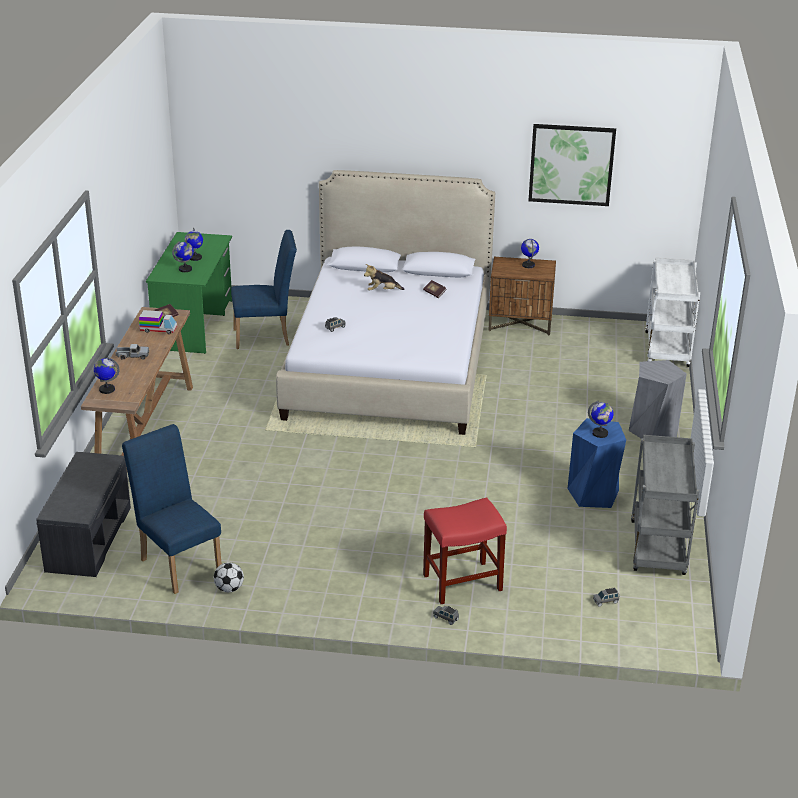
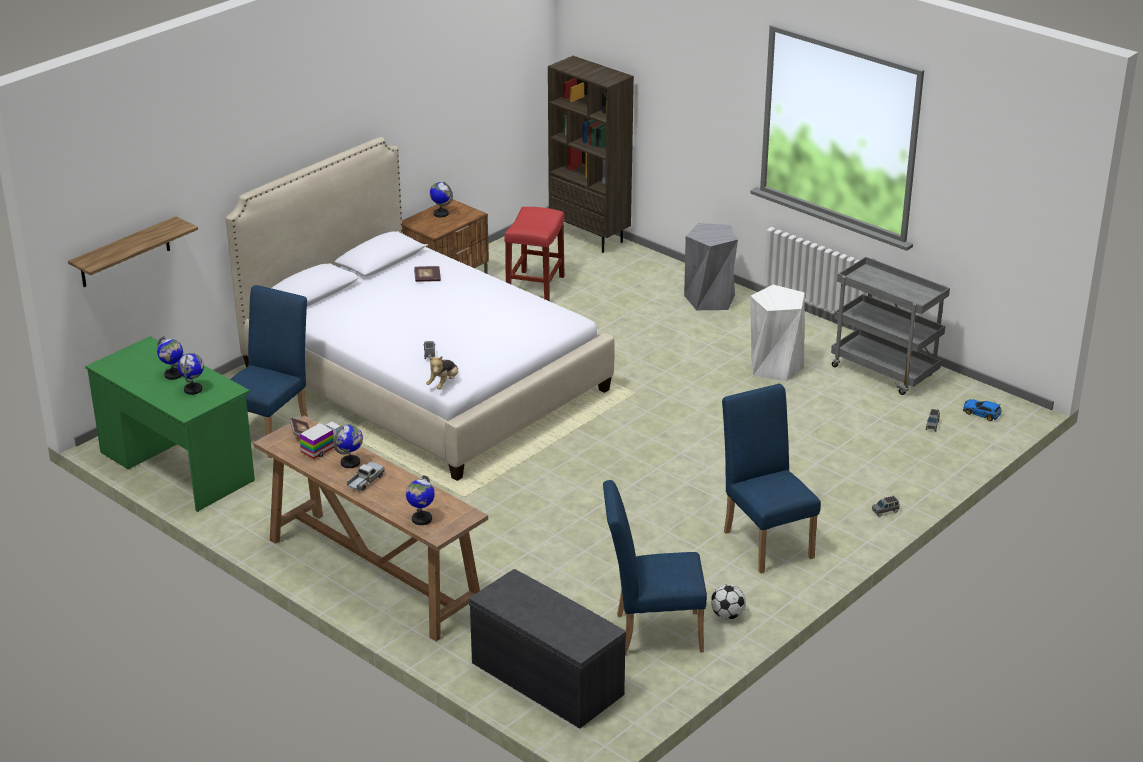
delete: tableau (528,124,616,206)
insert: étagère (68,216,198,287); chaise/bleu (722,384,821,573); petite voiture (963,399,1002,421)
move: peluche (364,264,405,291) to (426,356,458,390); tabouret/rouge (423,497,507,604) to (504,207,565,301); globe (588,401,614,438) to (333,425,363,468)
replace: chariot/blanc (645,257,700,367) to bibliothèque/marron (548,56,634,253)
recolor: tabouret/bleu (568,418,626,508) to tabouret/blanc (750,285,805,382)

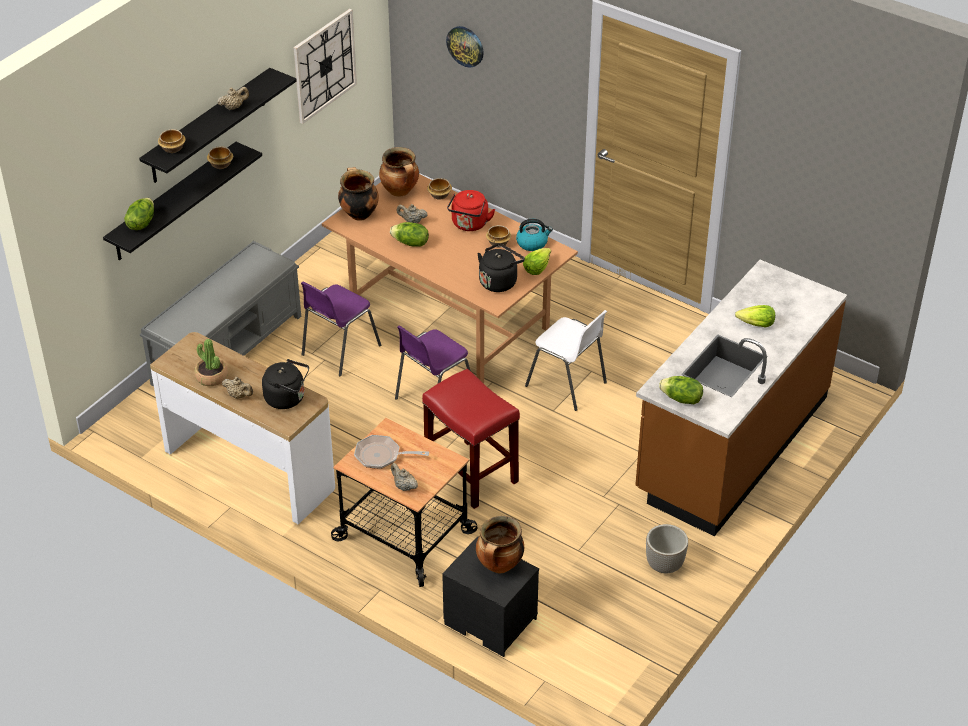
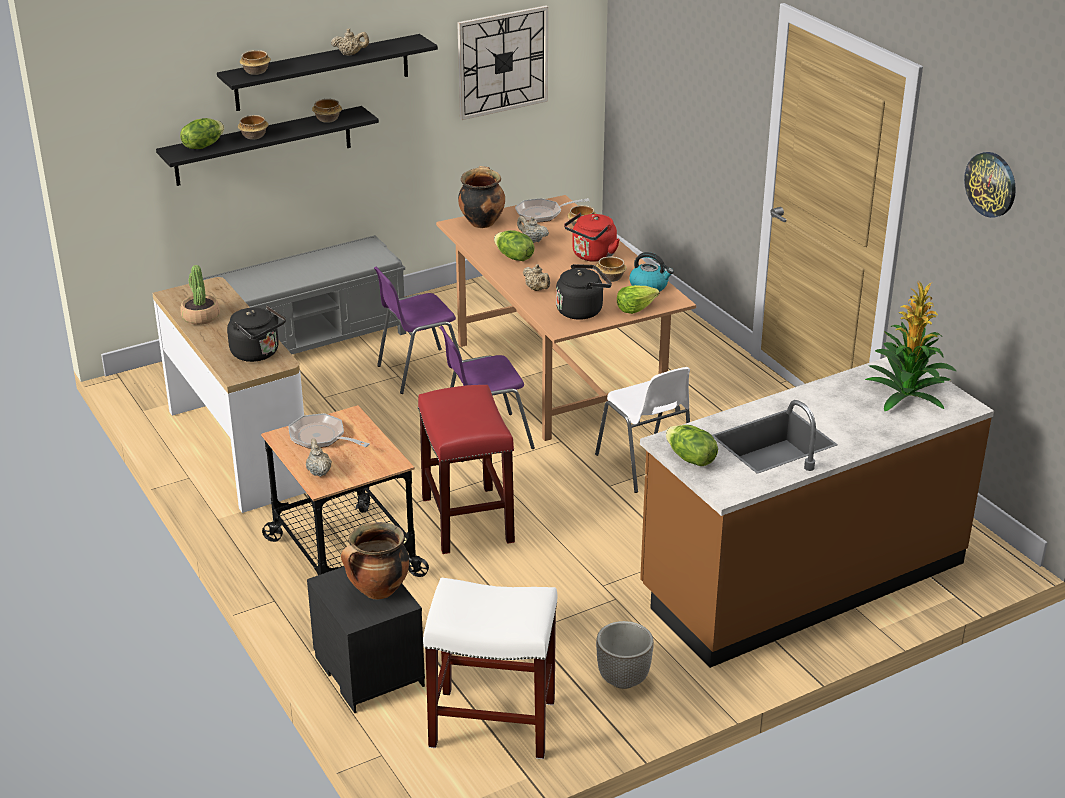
delete: laitue (735,305,775,327)
insert: bol (238,115,268,140); tabouret/blanc (423,577,557,759); plante en pot (865,280,956,411)
move: théière/beige (222,377,253,399) to (523,264,550,291); horloge murale (446,26,484,68) to (964,152,1016,218)
replace: marmite (379,147,419,197) to poêle (515,198,590,223)

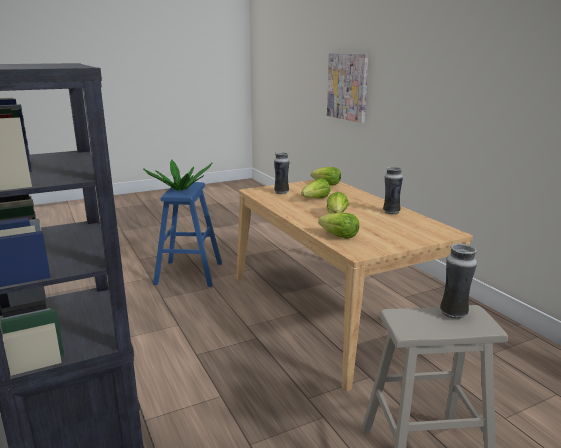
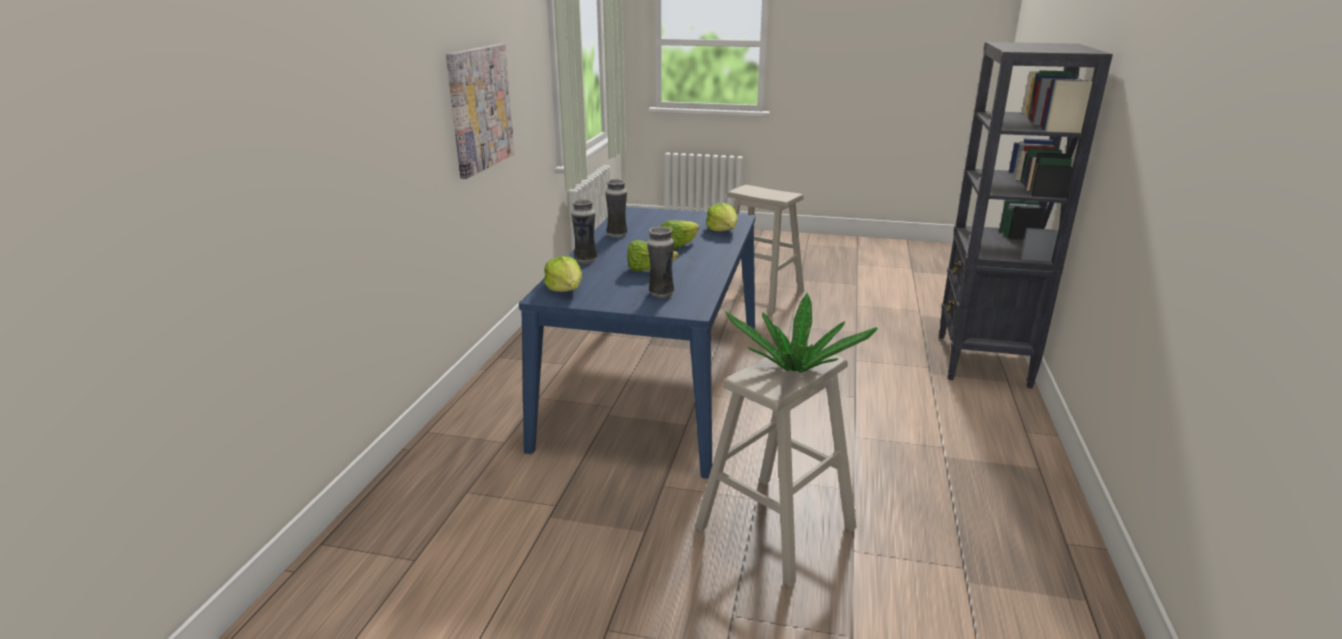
move: tableau (327,53,369,123) to (446,44,515,179); vase (440,243,477,319) to (571,199,597,264)
recolor: tabouret/bleu (153,182,222,287) to tabouret/beige (695,343,857,587); table à manger/beige (236,179,473,391) to table à manger/bleu (519,207,755,479)

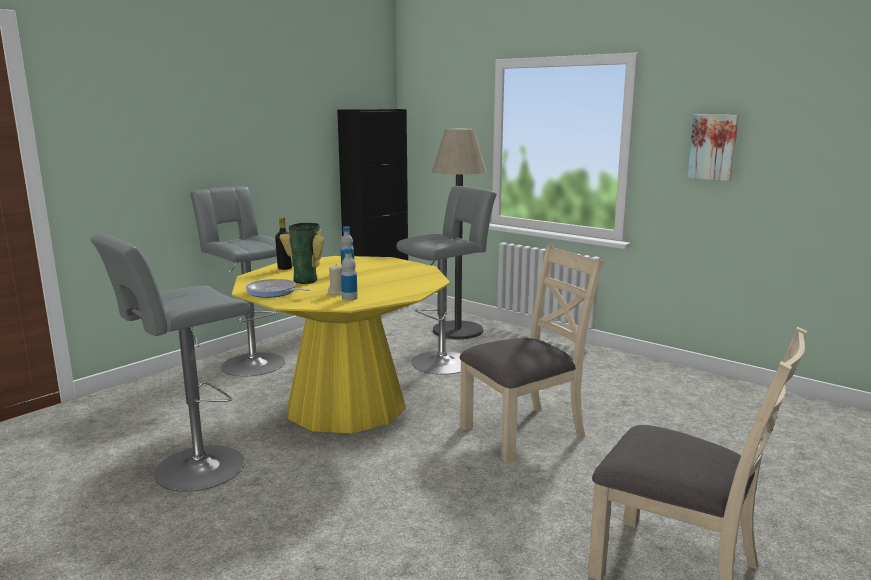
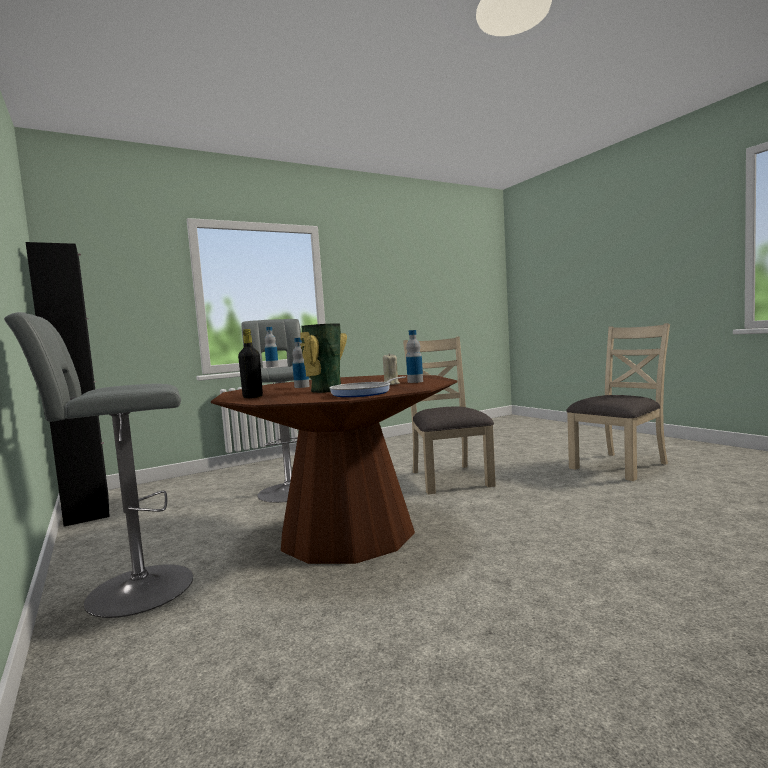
delete: tabouret/gris (90,233,250,492); lampadaire (432,129,487,339); tableau (687,115,739,181)
insert: bouteille (265,327,279,367)
recolor: table à manger/jaune (232,256,450,433) to table à manger/marron (211,375,457,564)

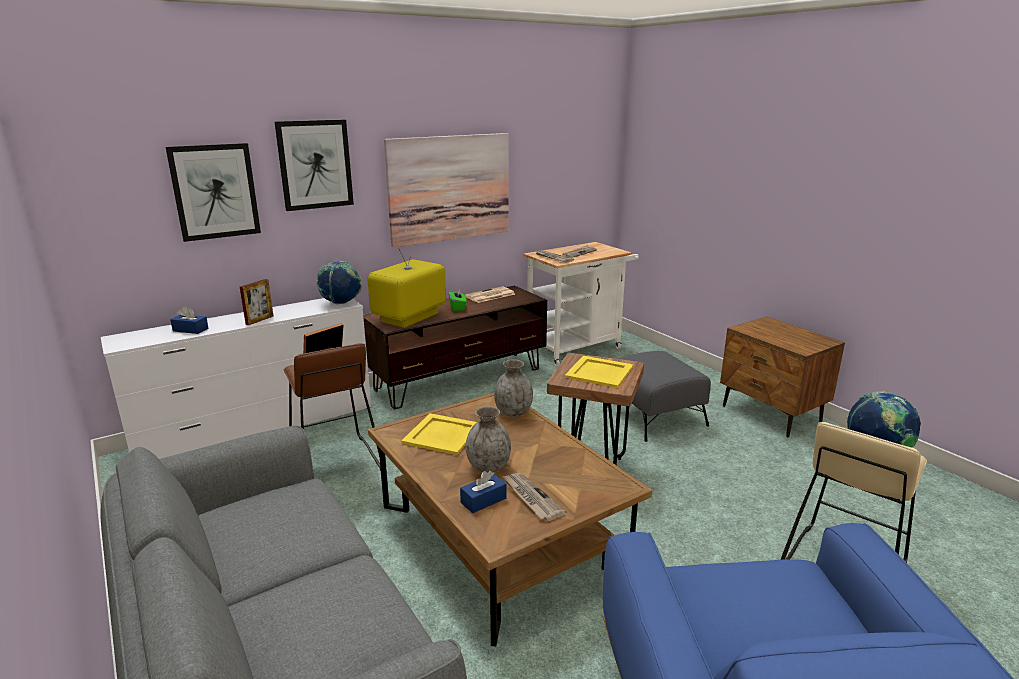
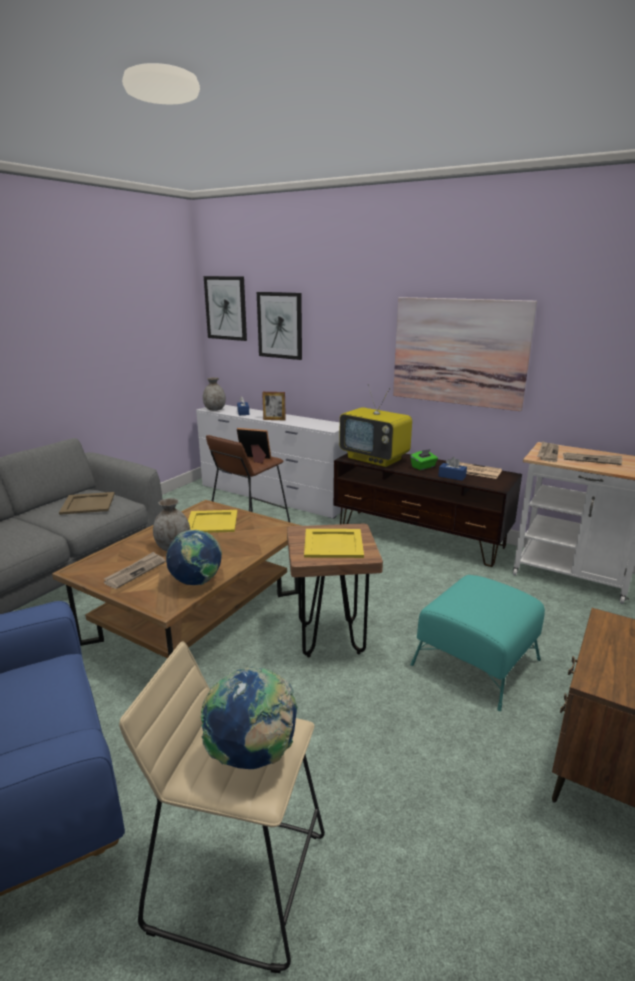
insert: plateau/beige (59,492,115,515)
move: tableau (275,120,354,211) to (204,276,247,341); globe (316,261,362,304) to (166,530,222,585); boîte à mouchoirs/bleu (460,471,507,513) to (438,457,467,481); vase/gris (494,359,533,417) to (203,377,226,411)
recolor: pouf/gris (607,351,711,442) to pouf/turquoise (411,575,545,711)
rotate: téléviseur (367,235,446,328) = (339,384,412,467) 150 degrees counterclockwise

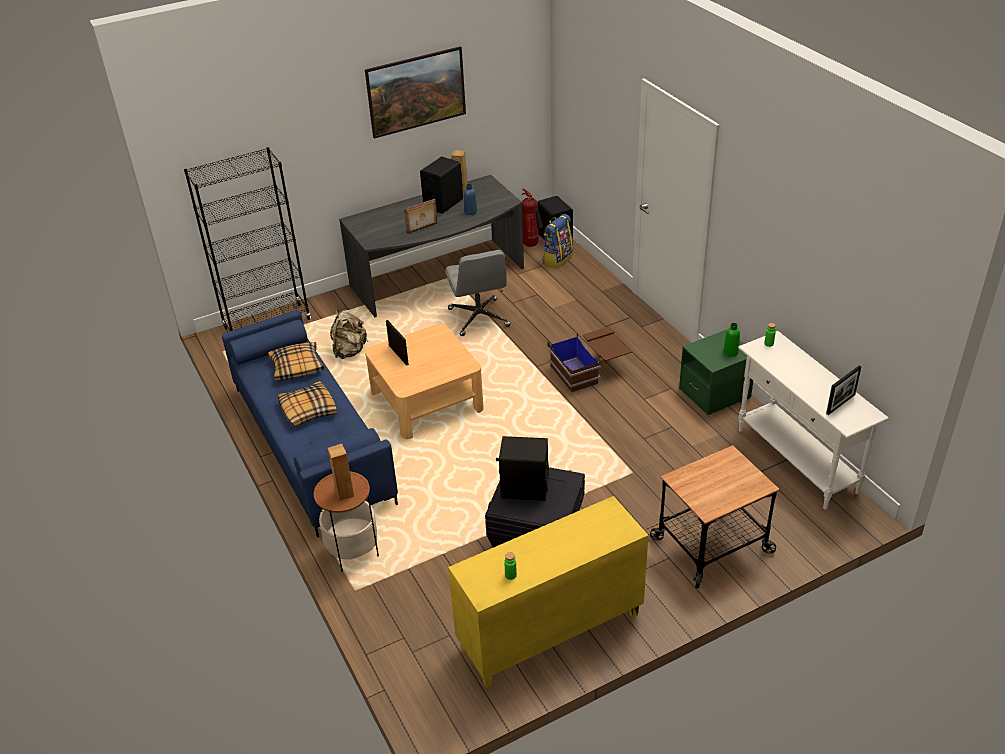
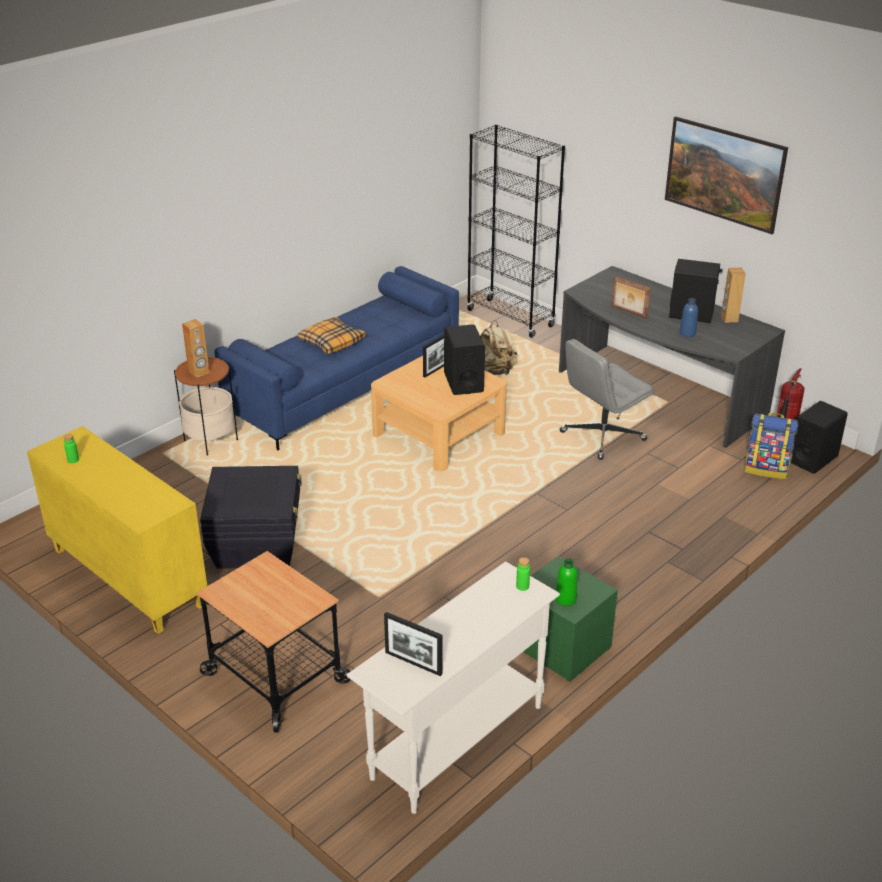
delete: coussin (268,342,324,381); boîte de rangement/marron (547,327,632,393)
move: enceinte/noir (496,436,549,501) to (444,324,485,395)

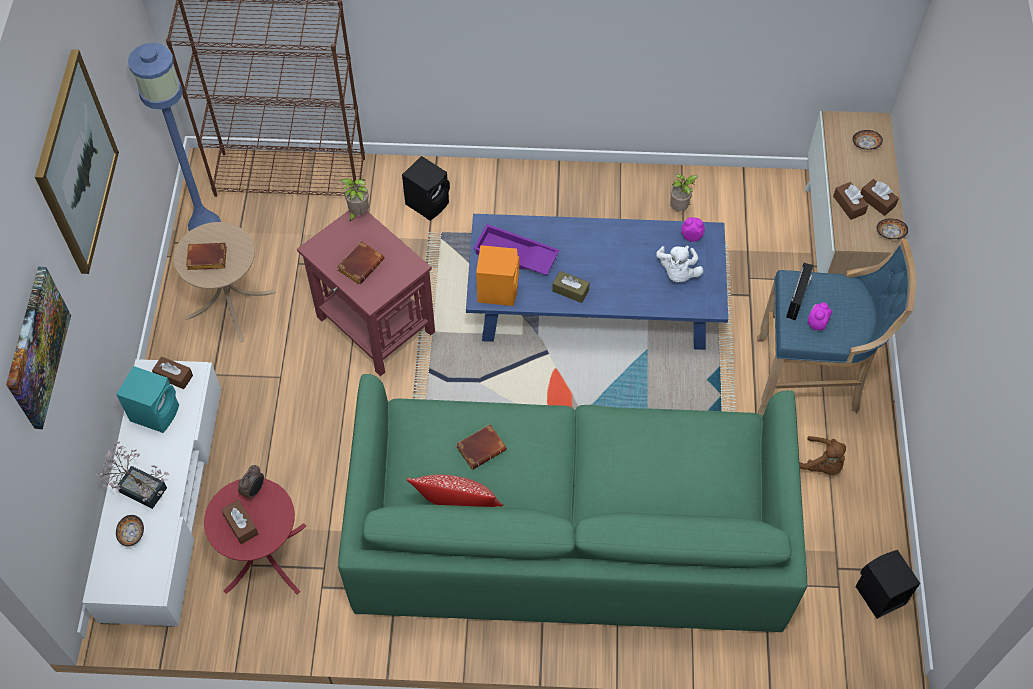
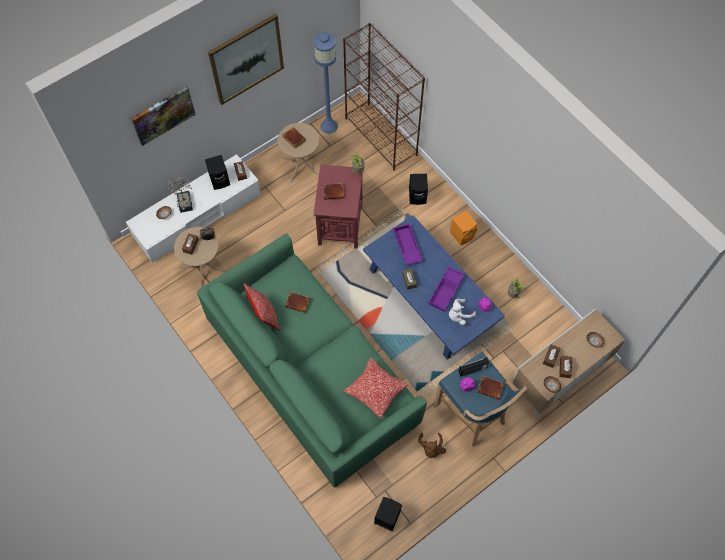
insert: coussin (344,358,408,418); plateau/violet (429,266,465,311); livre/marron (477,376,504,400)
move: enceinte/orange (476,245,520,306) to (450,211,477,246)
recolor: enceinte/turquoise (116,366,179,433) to enceinte/noir (205,155,230,190); table d'appoint/rouge (204,479,306,594) to table d'appoint/beige (174,227,229,289)

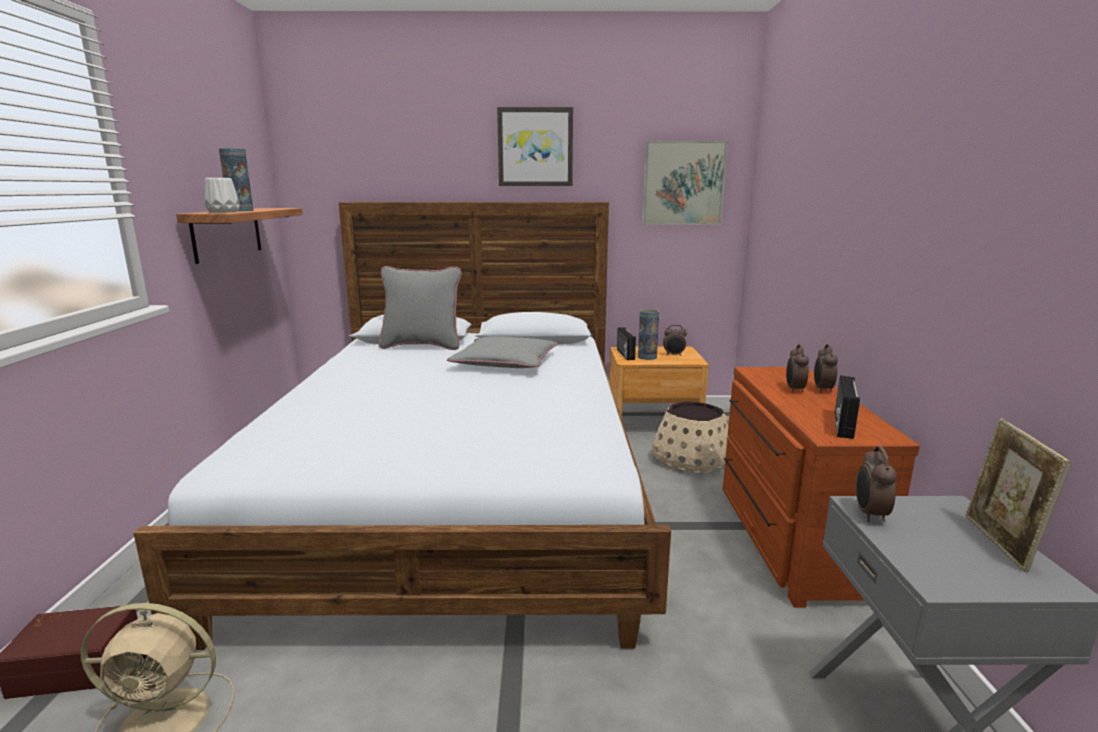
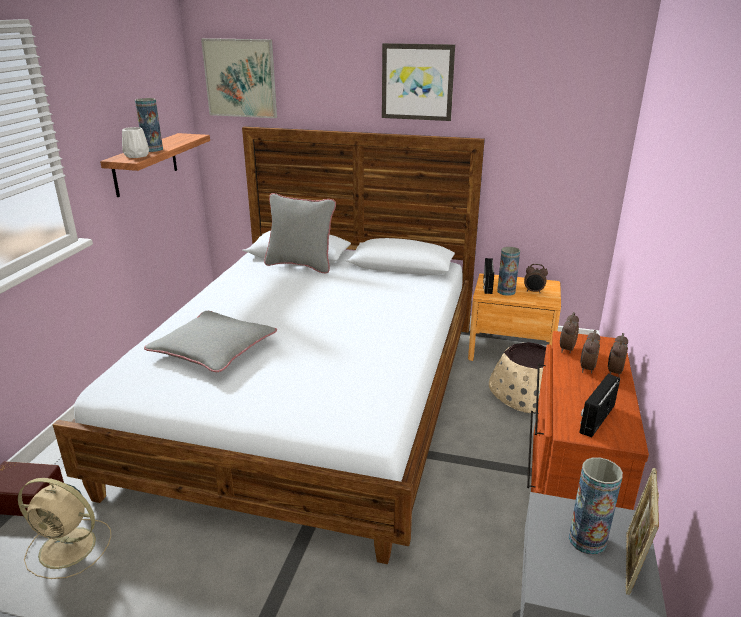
insert: vase (569,457,623,555)
move: coussin/gris (447,336,558,368) to (144,311,277,372); tableau (642,141,728,225) to (201,38,277,118); réveil (856,446,897,522) to (560,312,579,353)

